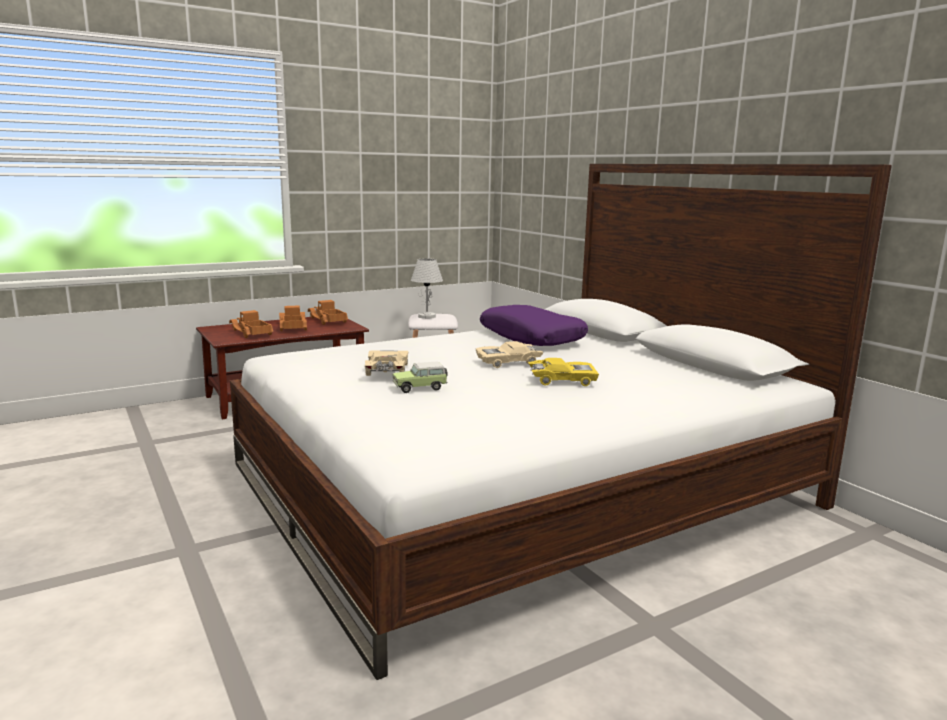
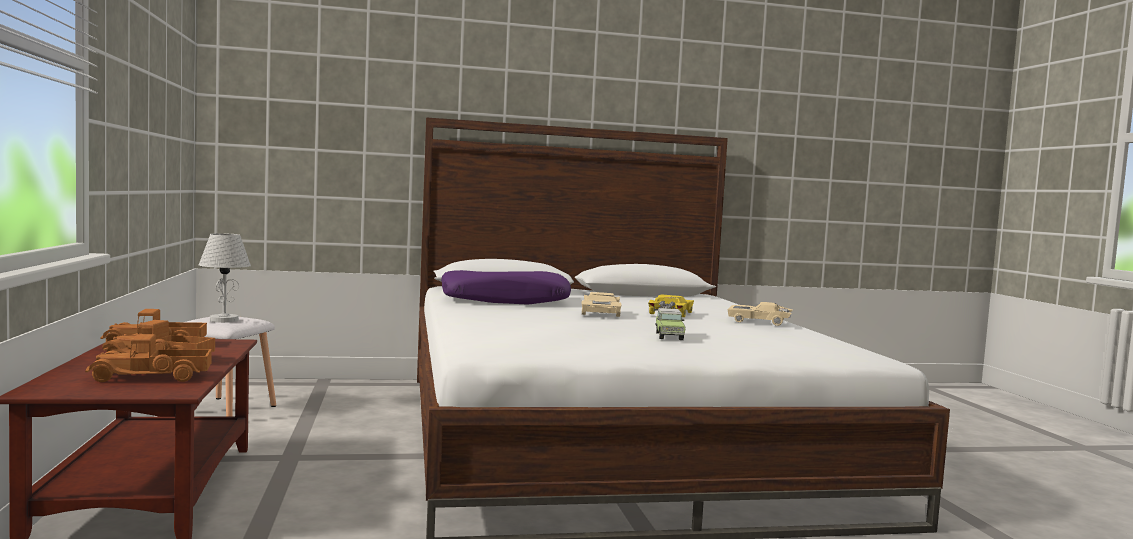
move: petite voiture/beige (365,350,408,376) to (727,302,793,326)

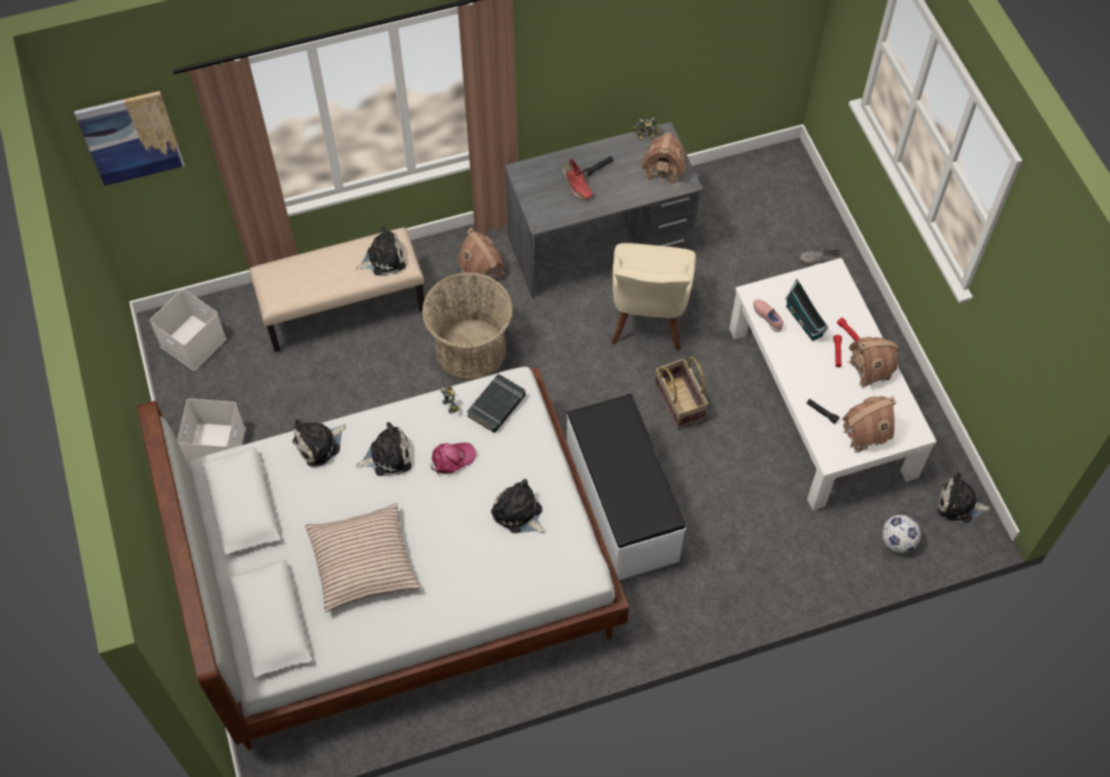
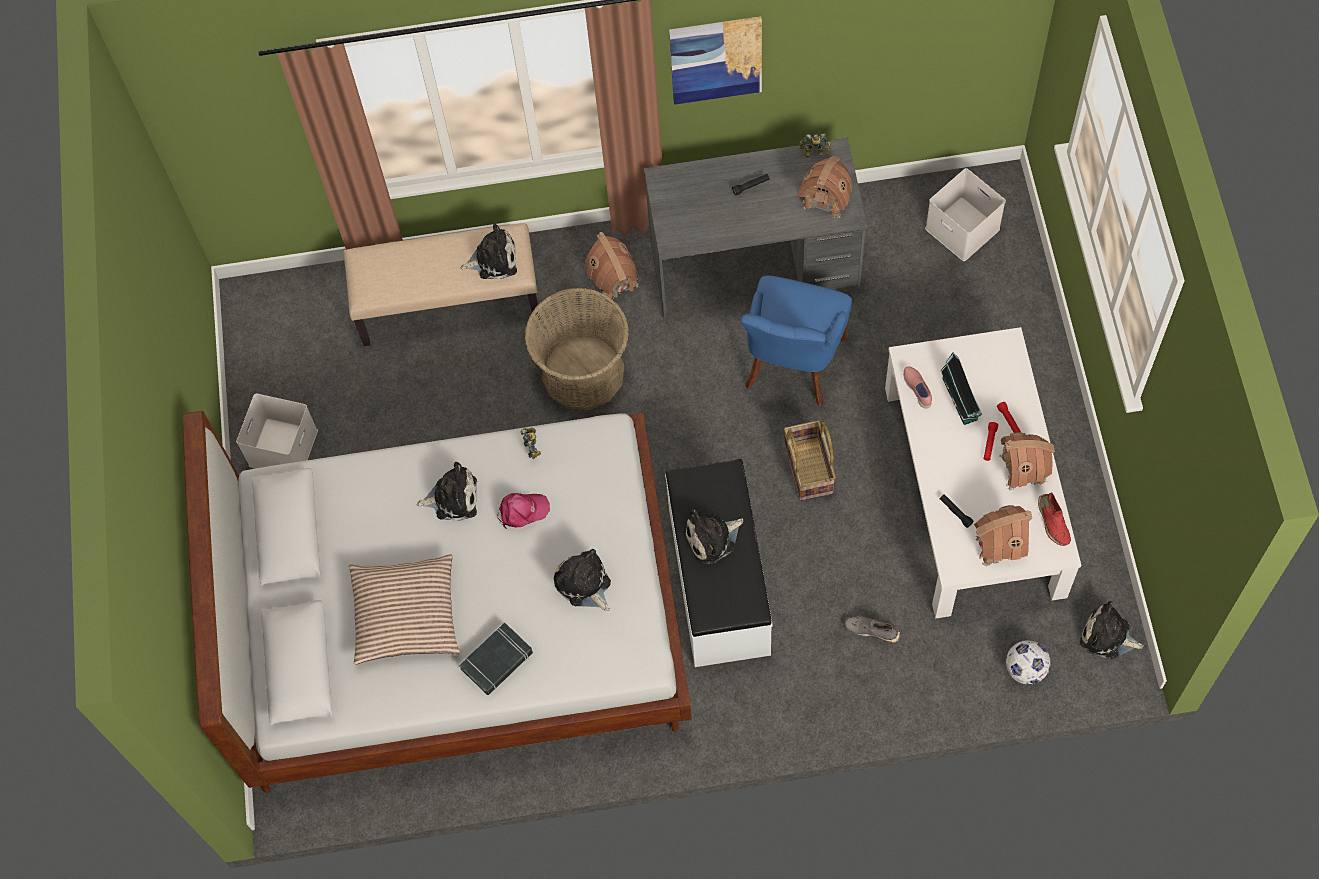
move: tableau (74,91,185,186) to (669,16,762,105); boîte de rangement/blanc (149,289,227,371) to (925,168,1006,261); peluche (293,418,346,467) to (683,509,743,564); livre/noir (467,374,526,433) to (459,623,533,695); chaussure/rouge (563,158,592,200) to (1038,492,1071,546); chaussure/gris (799,248,844,266) to (845,616,900,644)
recolor: chaise/beige (611,243,696,351) to chaise/bleu (740,276,852,406)

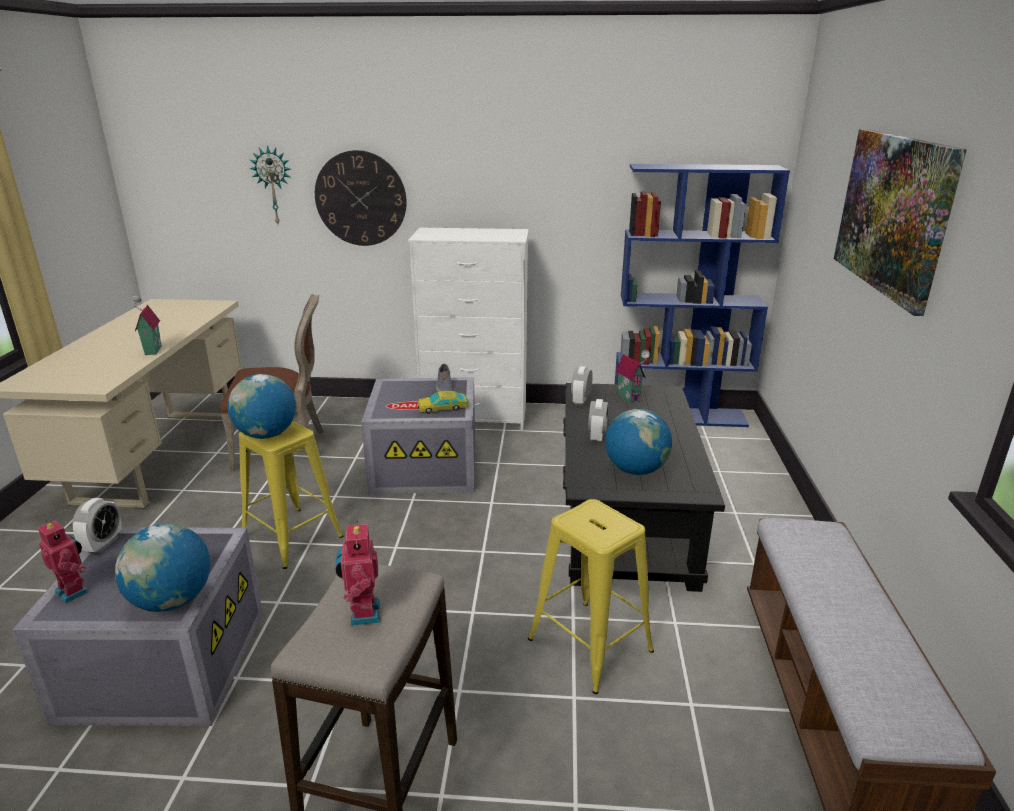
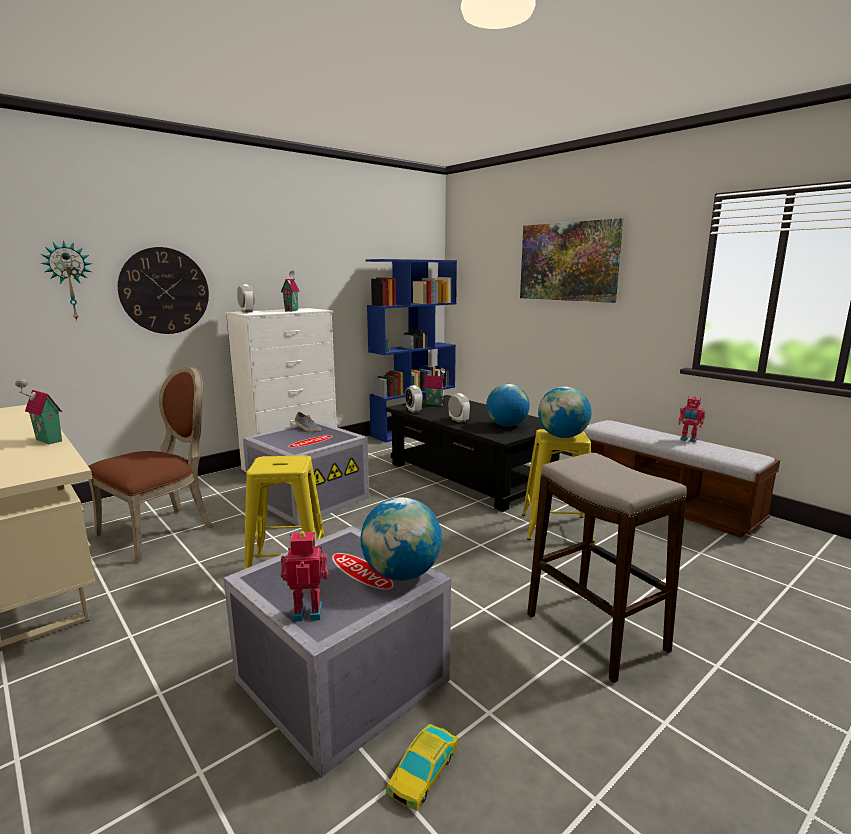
insert: maison miniature (281,271,300,312)
move: réveil (72,498,122,553) to (237,284,255,313); globe (228,374,296,439) to (538,387,591,438); robot jouet (335,521,380,626) to (678,396,705,443); petite voiture (418,391,468,414) to (386,724,459,811)

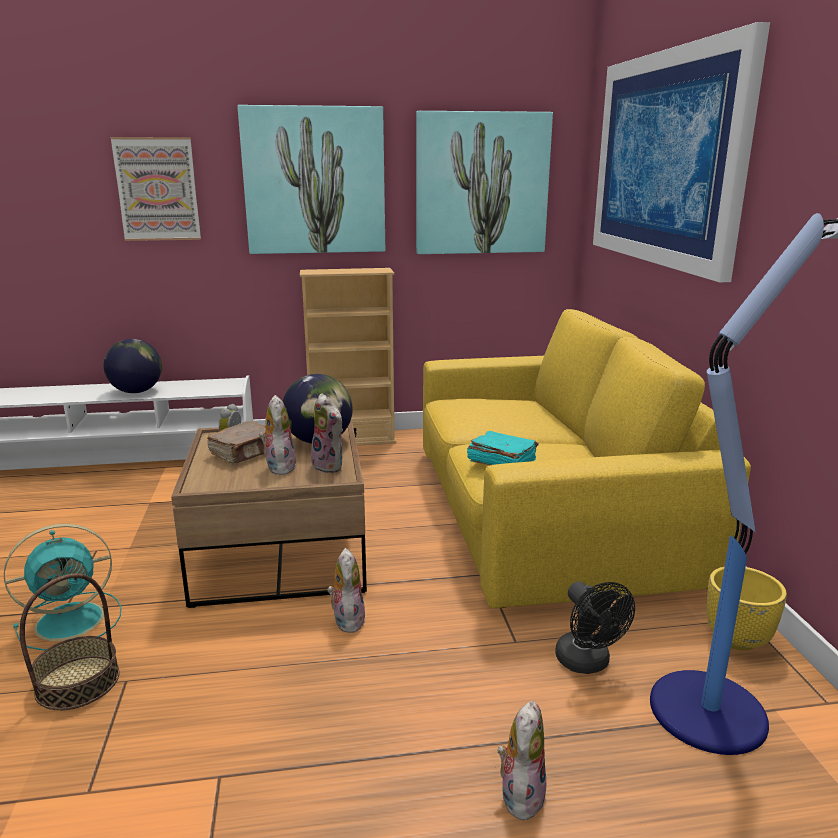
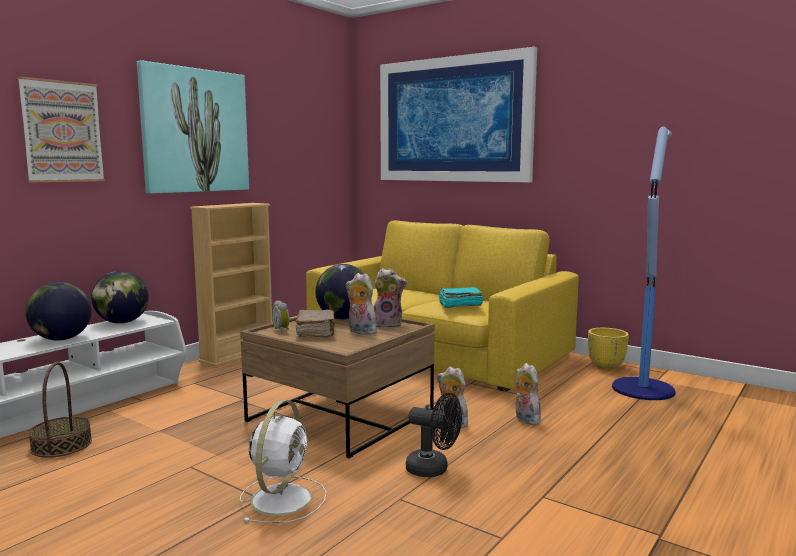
delete: tableau (416,111,553,254)
insert: globe (91,271,149,324)
move: panier (20,574,120,710) to (28,362,92,458); peluche (497,701,546,822) to (516,363,541,425); ventilateur/noir (555,581,635,674) to (406,393,462,477)
recolor: ventilateur/turquoise (4,524,121,651) to ventilateur/blanc (240,400,327,523)

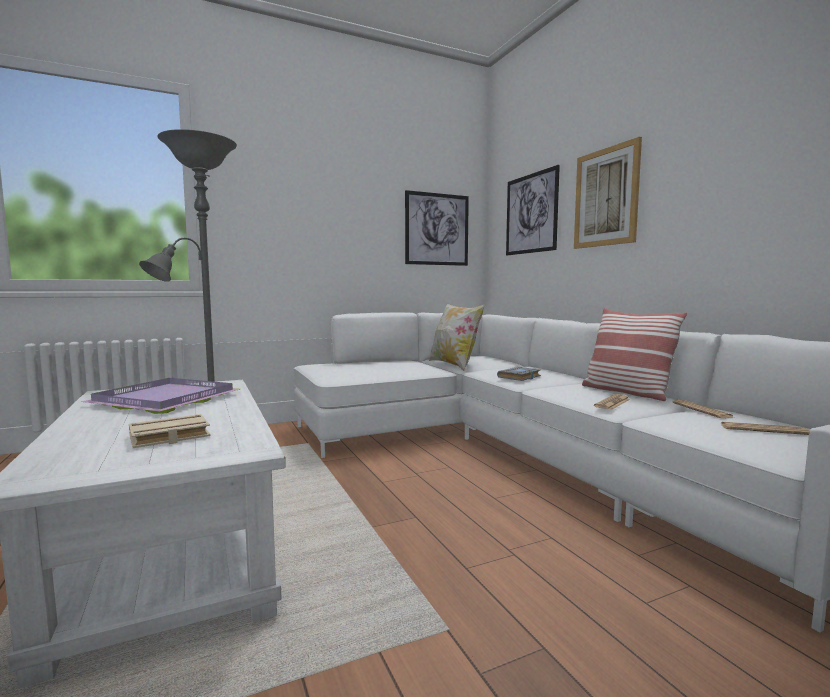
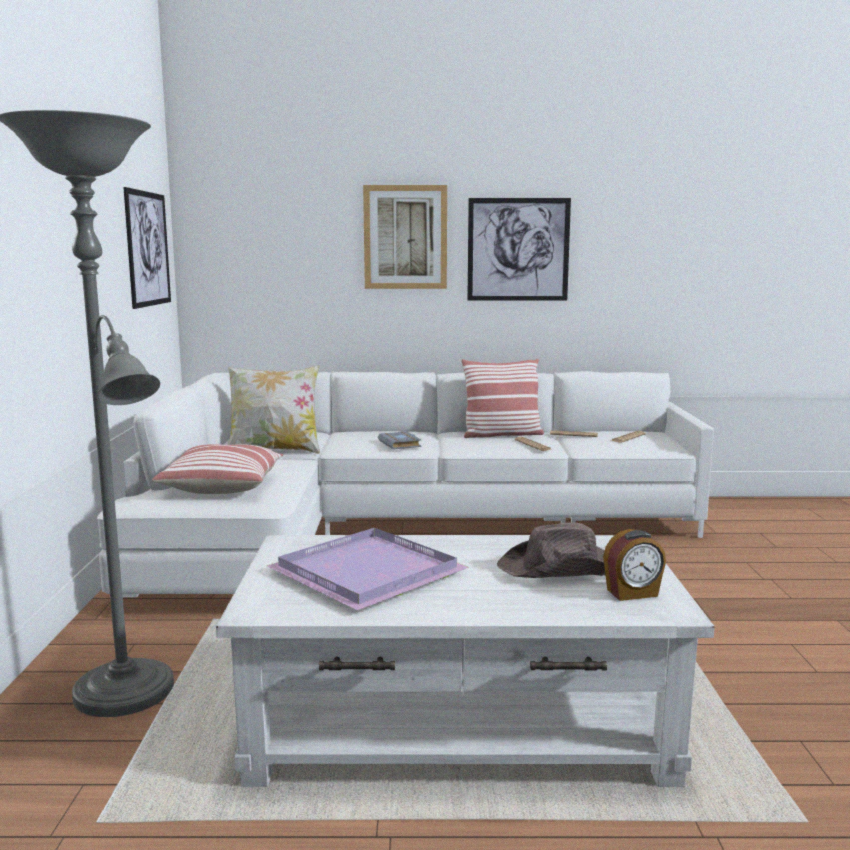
insert: coussin (152,444,284,494); réveil (603,529,666,601)
move: tableau (506,165,560,255) to (467,198,571,301)
replace: livre/beige (129,414,211,448) to chapeau/marron (497,522,605,578)

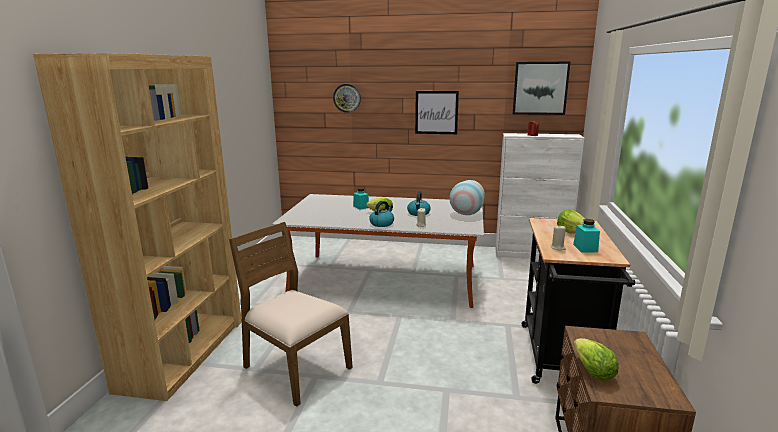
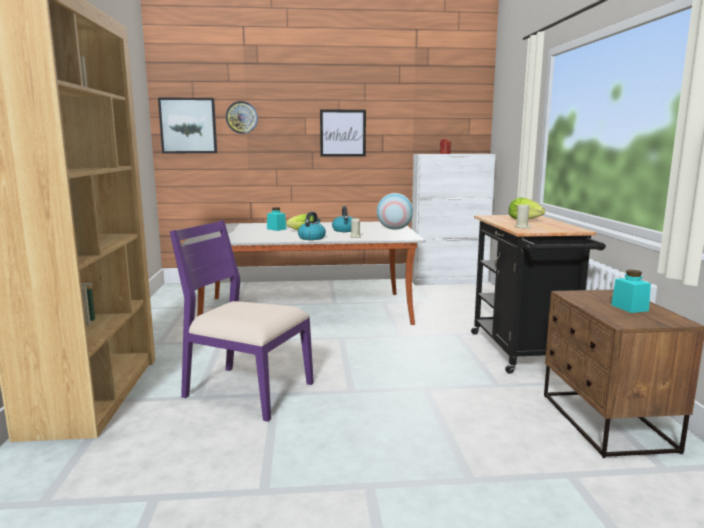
delete: laitue (574,338,619,381)
move: tableau (513,62,571,115) to (158,97,217,153); bocal/turquoise (573,219,600,252) to (611,270,651,313)
recolor: chaise/marron (229,222,353,407) to chaise/violet (170,220,314,422)

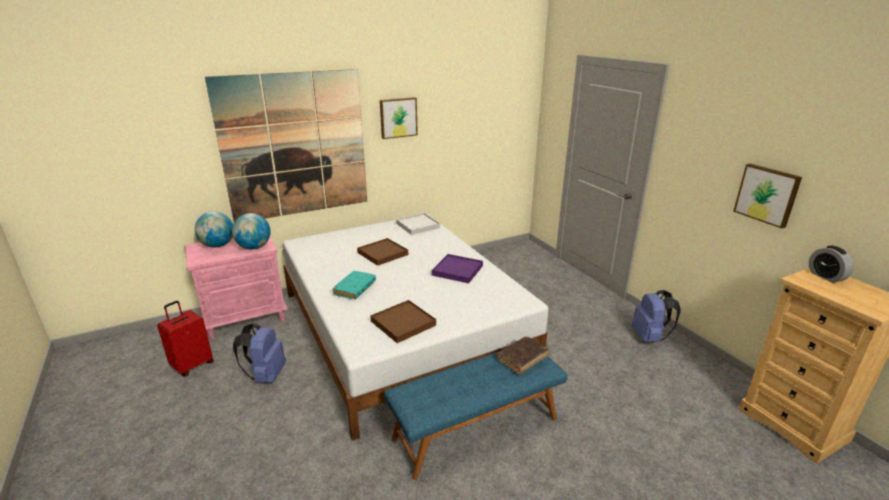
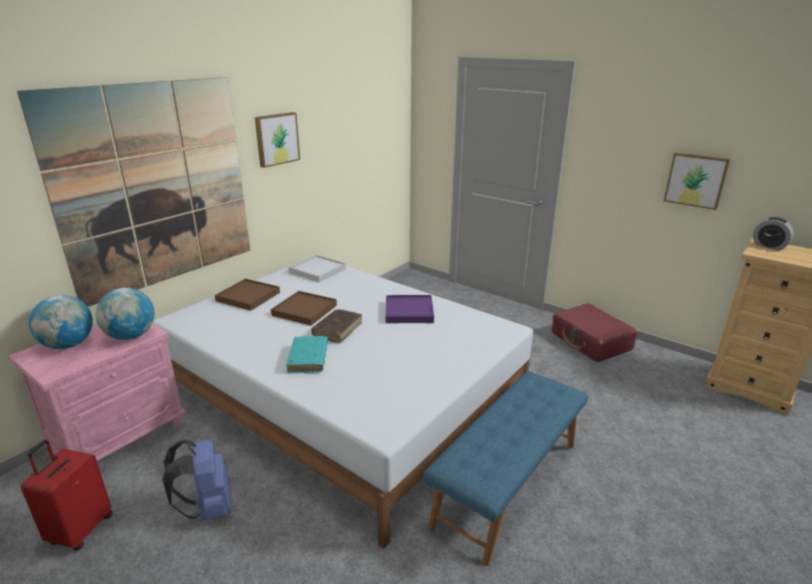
move: plateau/marron (370,300,436,343) to (215,279,280,311); livre/marron (496,336,549,375) to (311,309,362,343)
replace: sac à dos/bleu (632,290,681,342) to valise/rouge (552,303,637,362)

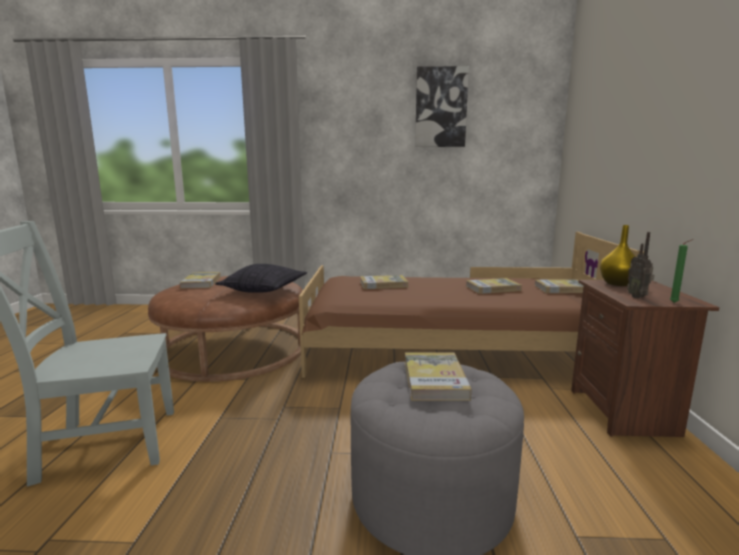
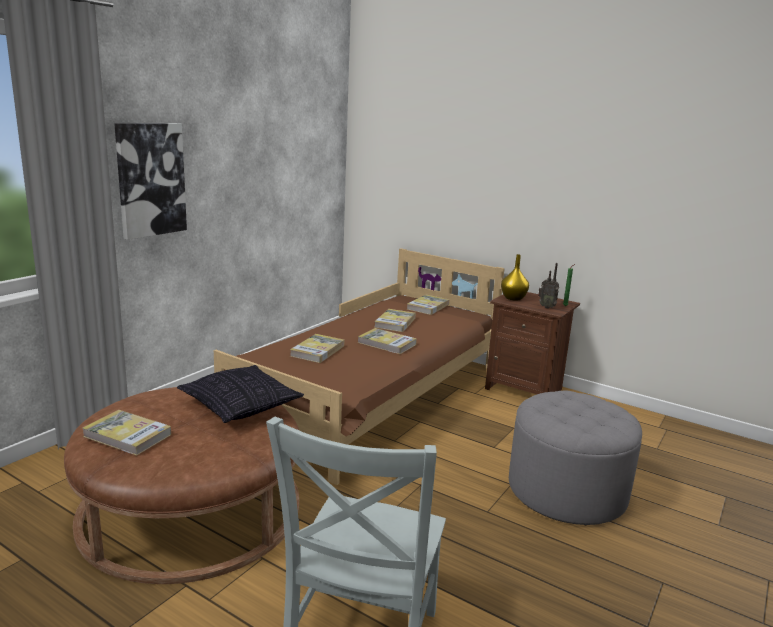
move: livre (405,353,472,401) to (358,328,417,354); tableau (415,66,469,147) to (114,123,187,240)

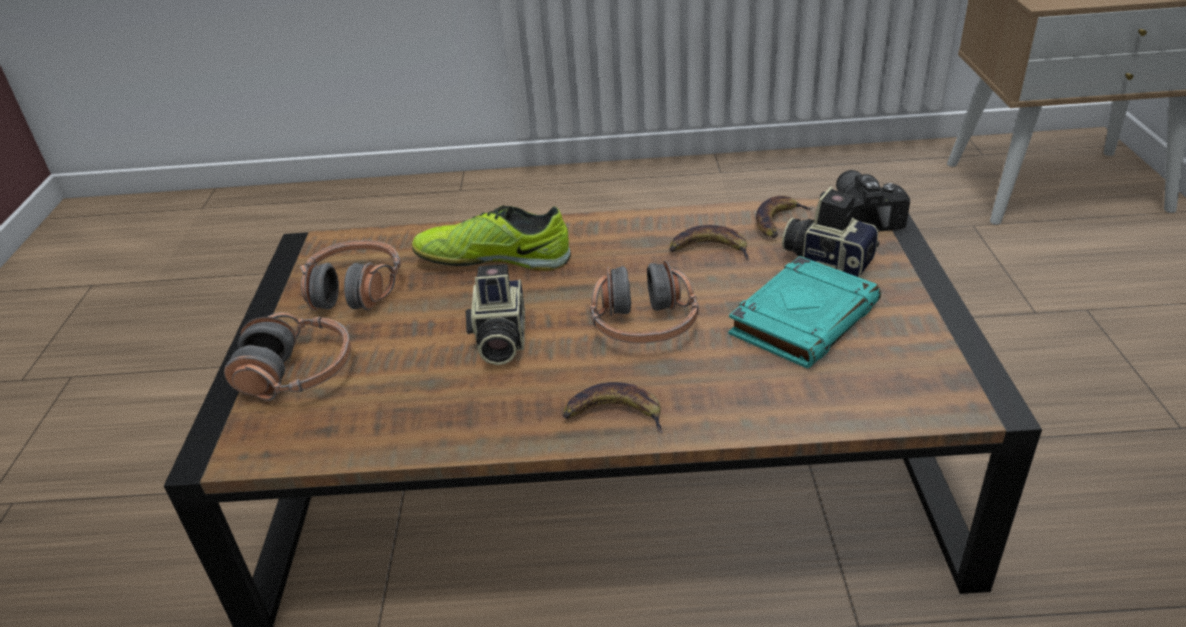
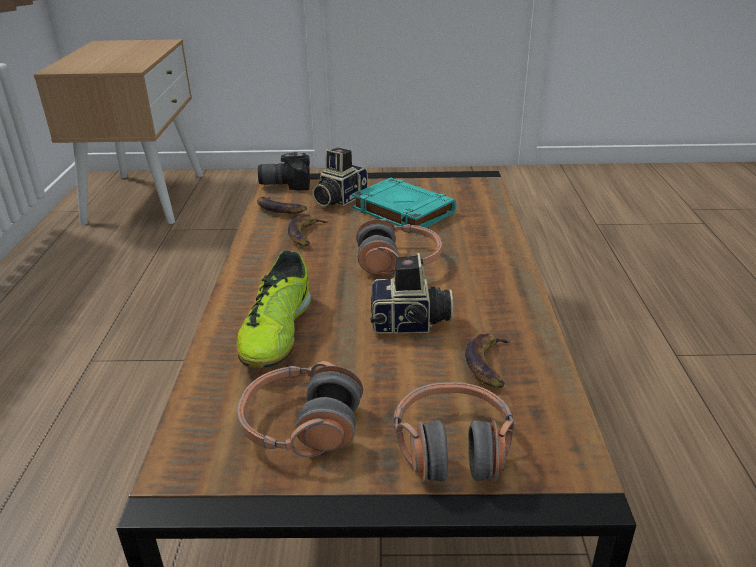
move: banane (563,382,663,433) to (465,333,512,388)

